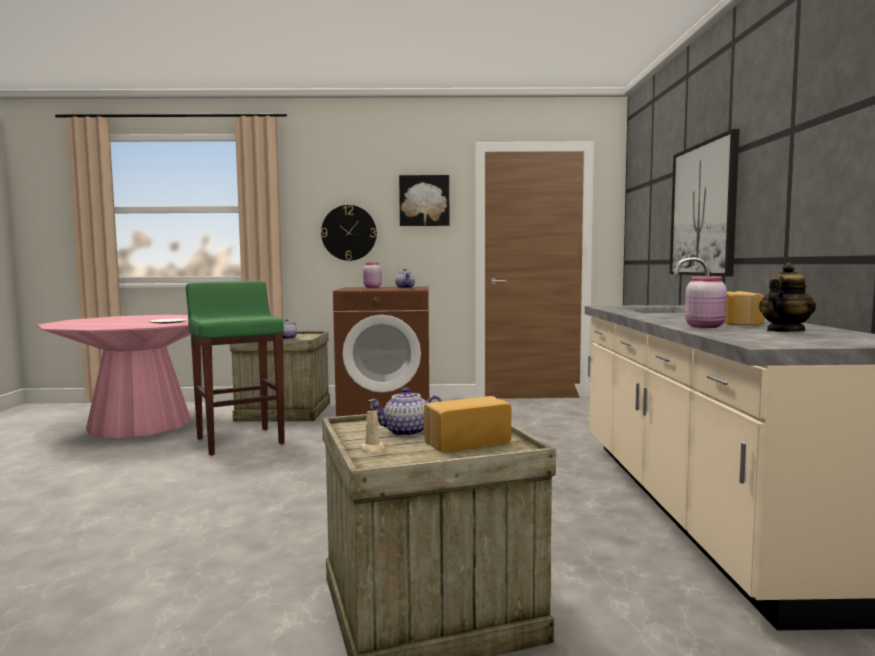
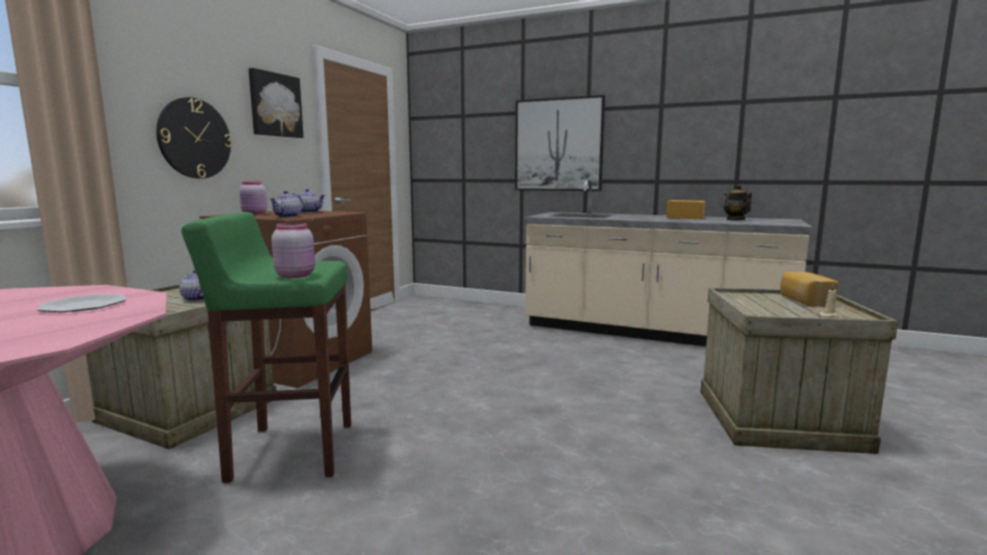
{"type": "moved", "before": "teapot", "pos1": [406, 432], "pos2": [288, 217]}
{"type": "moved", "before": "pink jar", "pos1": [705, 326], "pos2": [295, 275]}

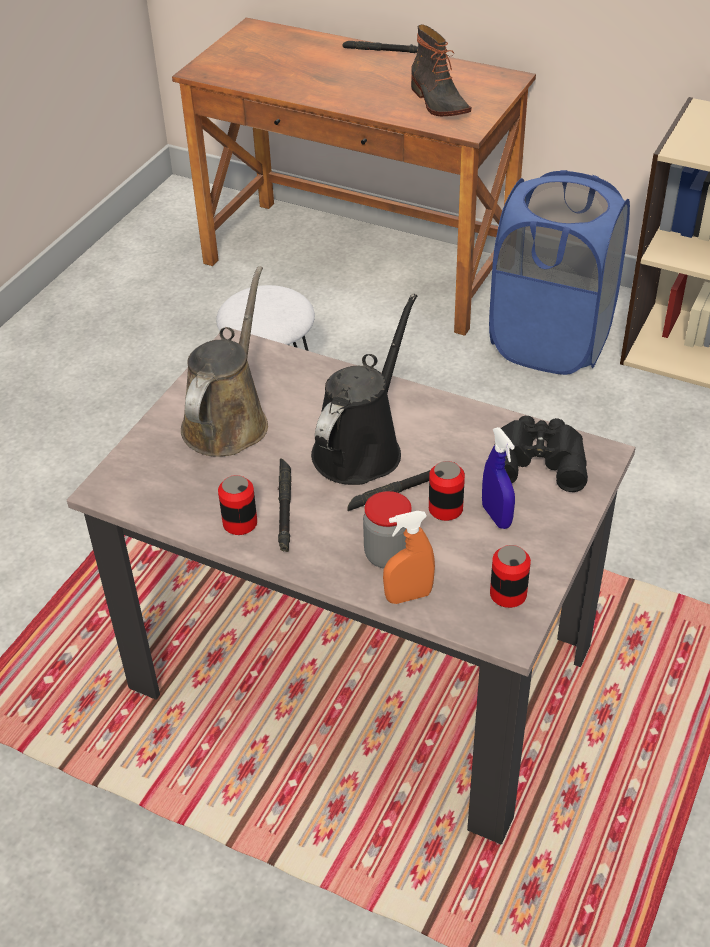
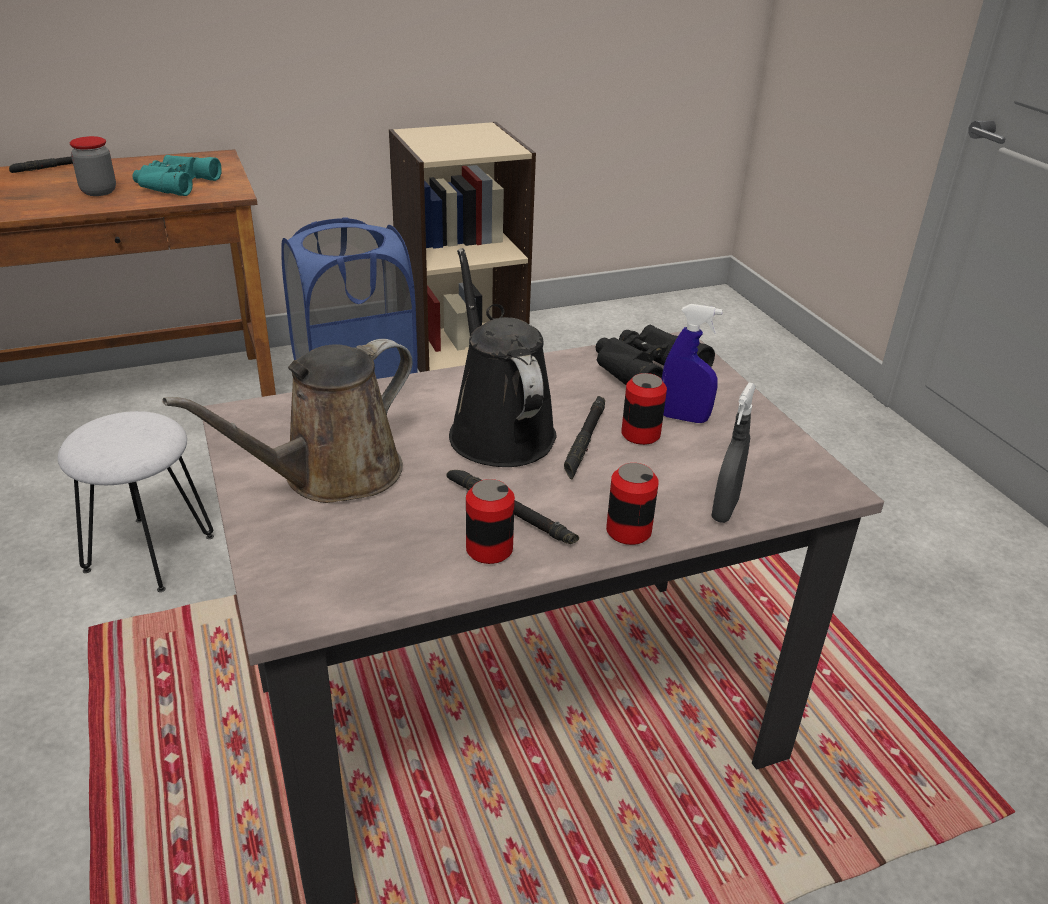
{"type": "moved", "before": "jar", "pos1": [388, 555], "pos2": [99, 191]}
{"type": "moved", "before": "can", "pos1": [508, 594], "pos2": [628, 531]}
{"type": "replaced", "before": "boot", "after": "turquoise binoculars", "pos1": [437, 102], "pos2": [173, 184]}
{"type": "recoloured", "before": "orange spray bottle", "after": "grey spray bottle", "pos1": [408, 596], "pos2": [724, 510]}
{"type": "turned", "before": "brown watering can", "pos1": [228, 420], "pos2": [332, 475], "turn": -105}

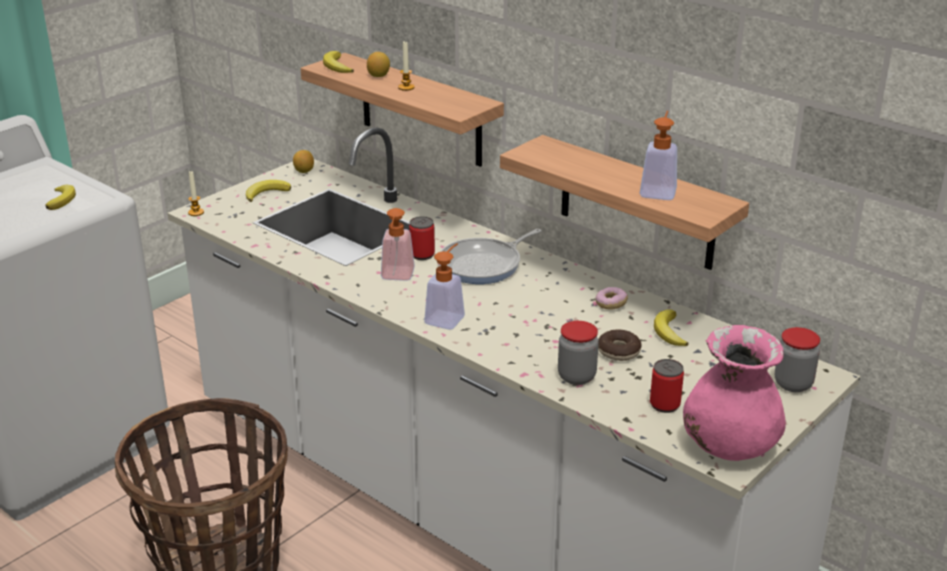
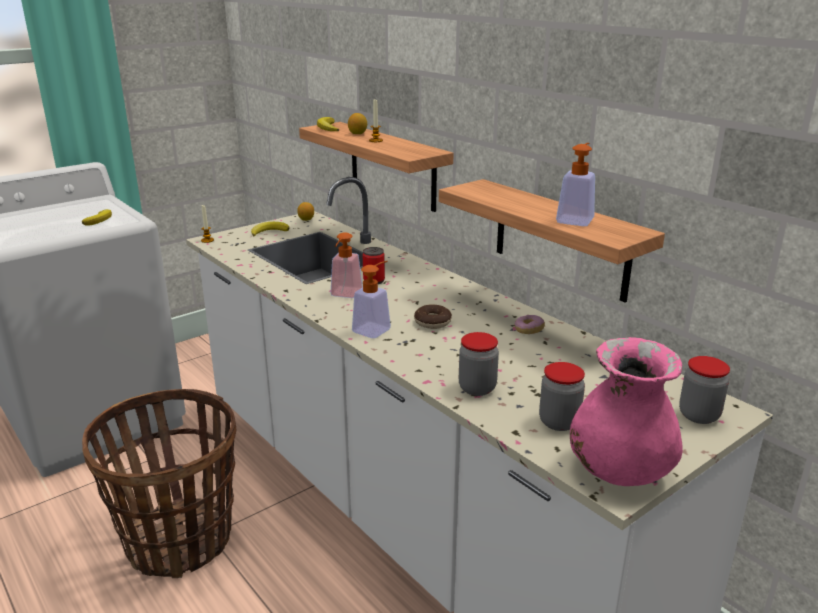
{"type": "removed", "before": "frying pan", "pos1": [484, 265]}
{"type": "removed", "before": "banana", "pos1": [668, 332]}
{"type": "moved", "before": "donut", "pos1": [618, 351], "pos2": [432, 322]}
{"type": "replaced", "before": "can", "after": "jar", "pos1": [664, 404], "pos2": [559, 422]}

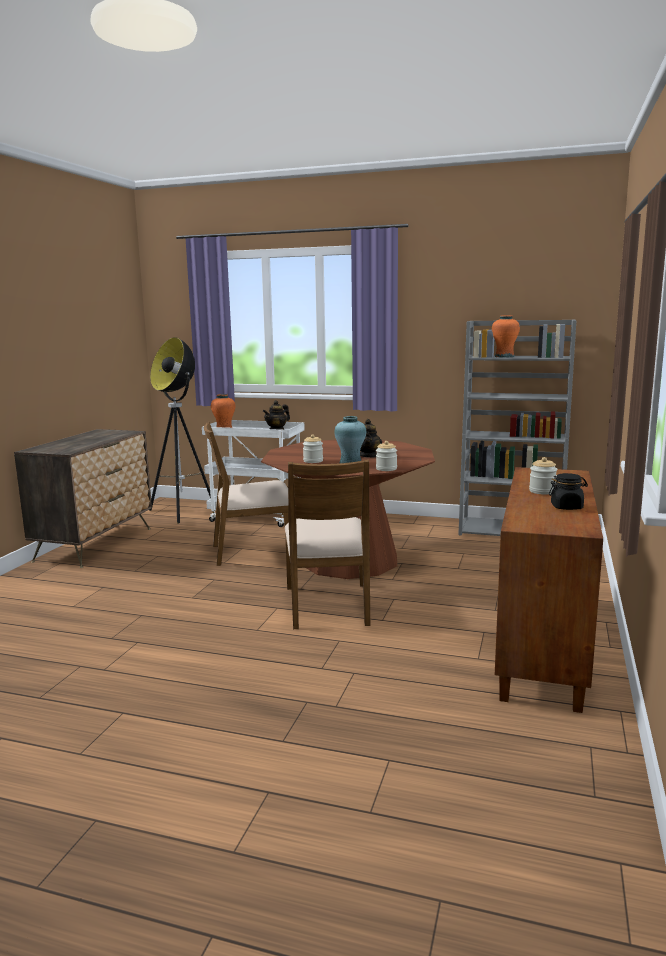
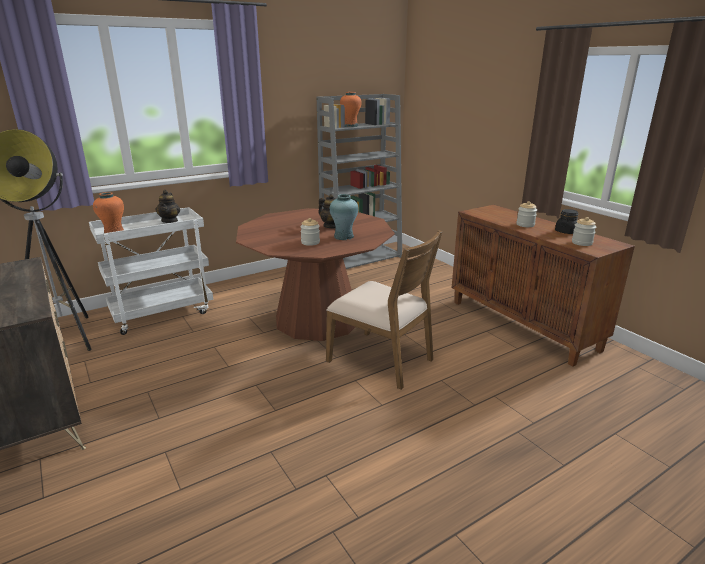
{"type": "removed", "before": "brown chair", "pos1": [254, 551]}
{"type": "moved", "before": "jar", "pos1": [386, 469], "pos2": [582, 243]}

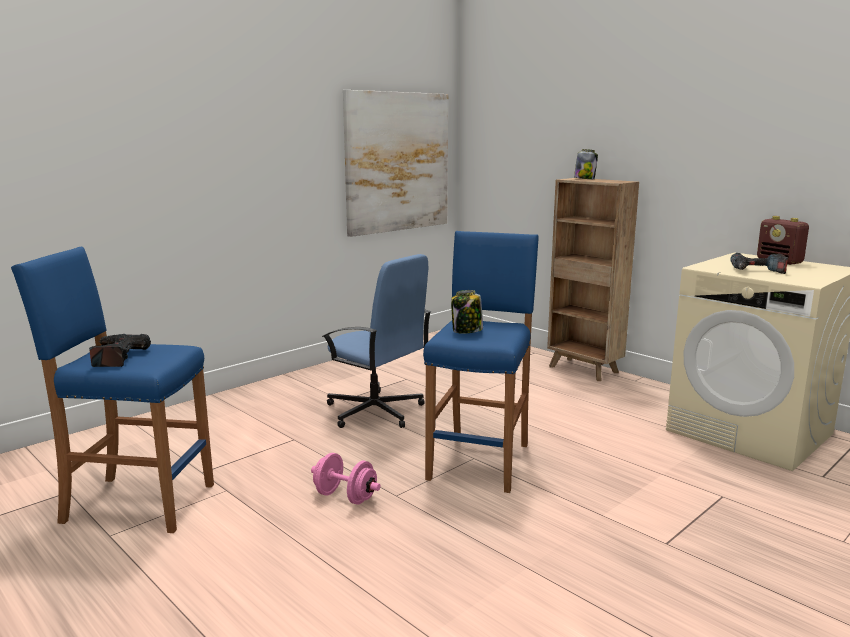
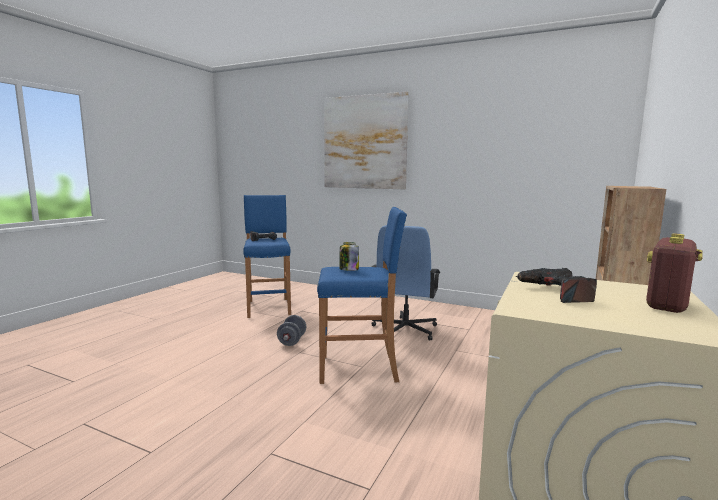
{"type": "removed", "before": "jar", "pos1": [584, 179]}
{"type": "moved", "before": "picture", "pos1": [397, 162], "pos2": [364, 142]}
{"type": "recoloured", "before": "pink dumbbell", "after": "grey dumbbell", "pos1": [345, 497], "pos2": [292, 341]}

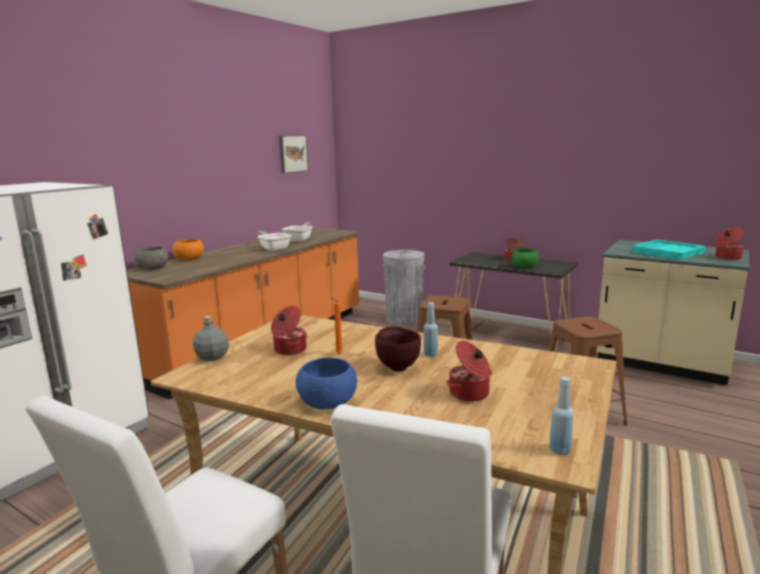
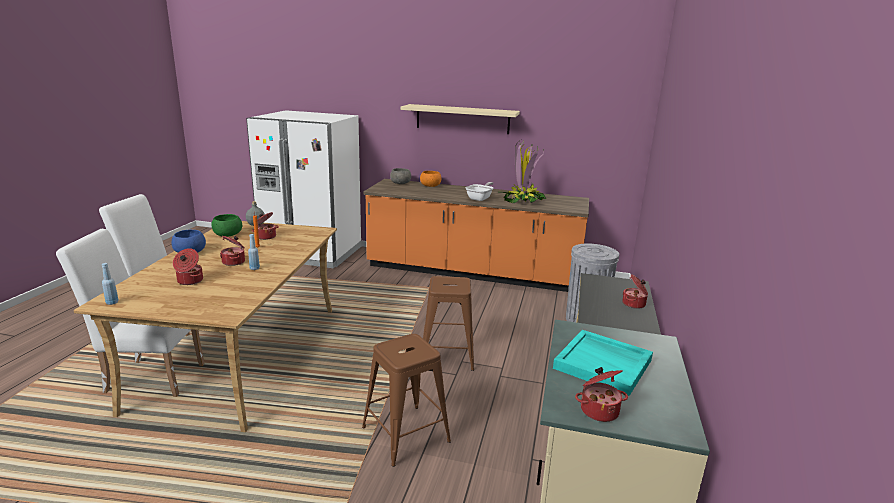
{"type": "removed", "before": "picture", "pos1": [292, 153]}
{"type": "added", "after": "beige shelf", "pos2": [462, 119]}
{"type": "moved", "before": "green bowl", "pos1": [524, 267], "pos2": [227, 234]}
{"type": "replaced", "before": "frying pan", "after": "potted plant", "pos1": [300, 240], "pos2": [523, 201]}
{"type": "replaced", "before": "brown bowl", "after": "cooking pot", "pos1": [397, 367], "pos2": [234, 262]}

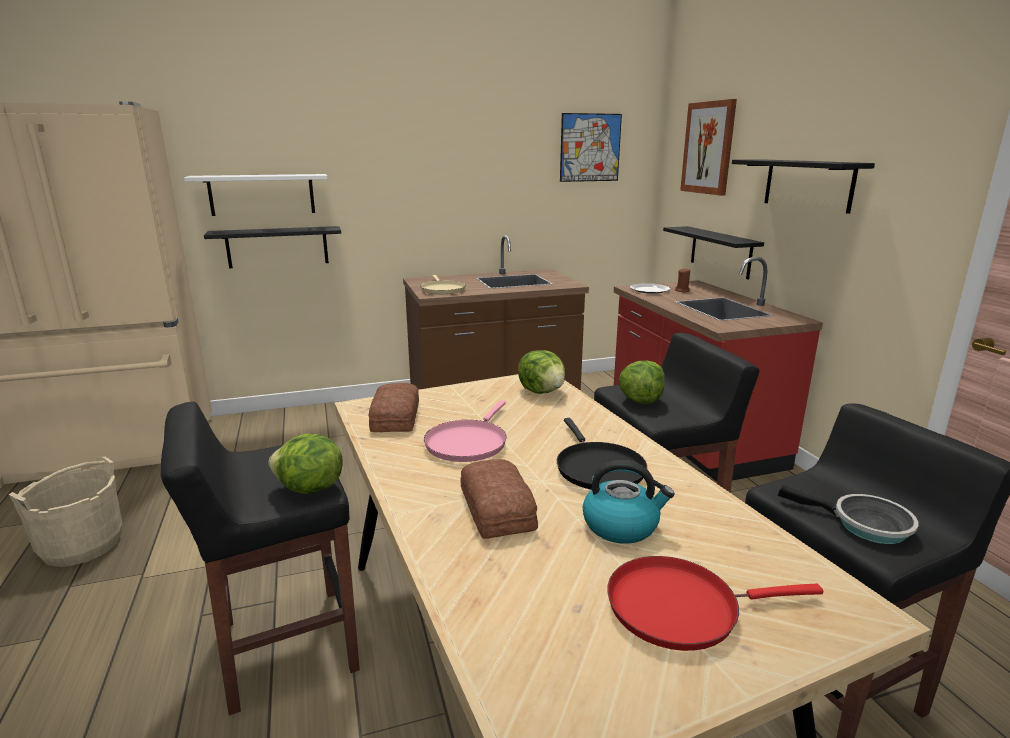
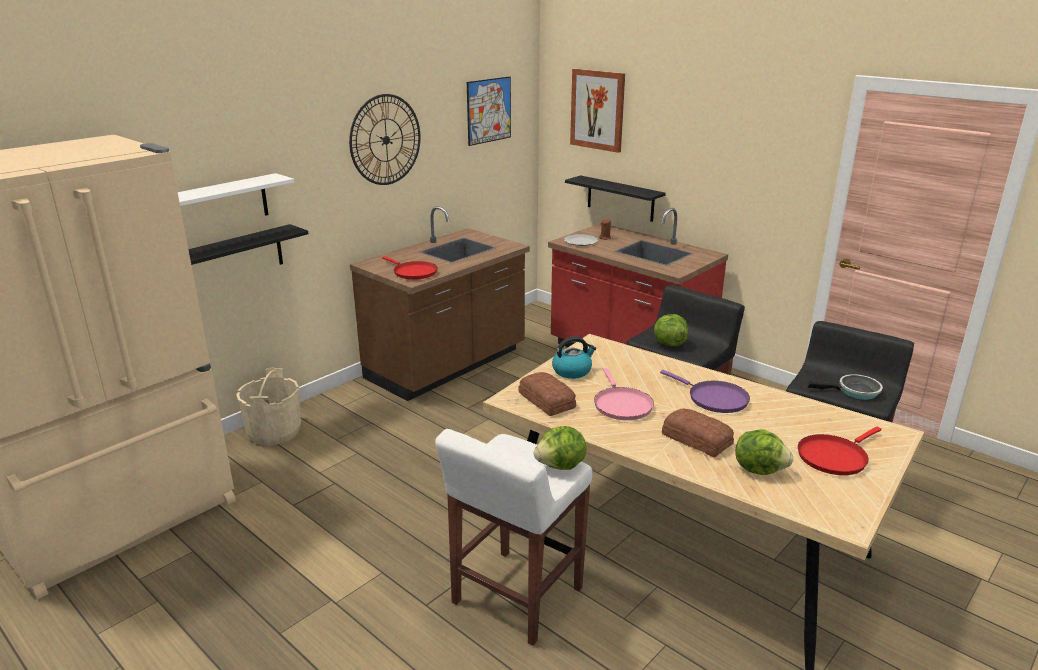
{"type": "removed", "before": "black shelf", "pos1": [808, 184]}
{"type": "added", "after": "wall clock", "pos2": [386, 140]}
{"type": "moved", "before": "beige bucket", "pos1": [82, 545], "pos2": [274, 432]}
{"type": "moved", "before": "lettuce", "pos1": [542, 391], "pos2": [759, 469]}
{"type": "moved", "before": "kettle", "pos1": [621, 525], "pos2": [572, 371]}
{"type": "recoloured", "before": "black stool", "after": "white stool", "pos1": [285, 647], "pos2": [516, 597]}
{"type": "recoloured", "before": "beige frying pan", "after": "red frying pan", "pos1": [442, 289], "pos2": [413, 272]}
{"type": "recoloured", "before": "black frying pan", "after": "purple frying pan", "pos1": [597, 468], "pos2": [714, 399]}

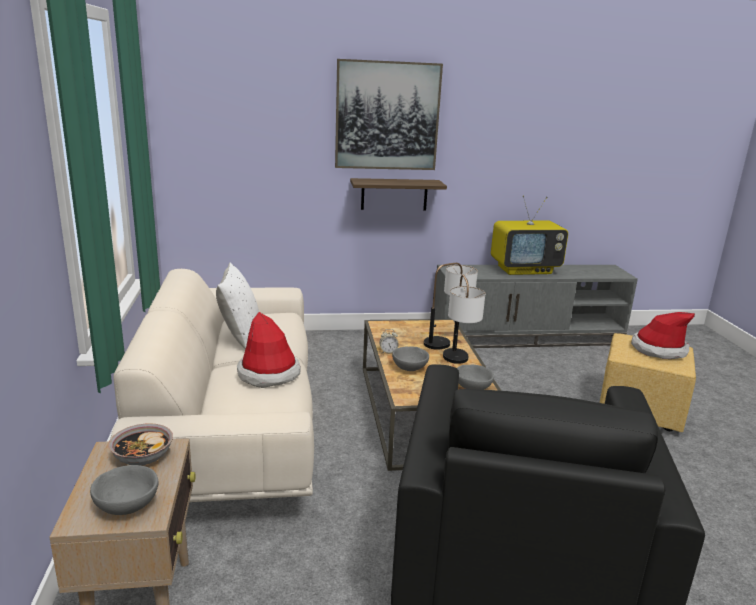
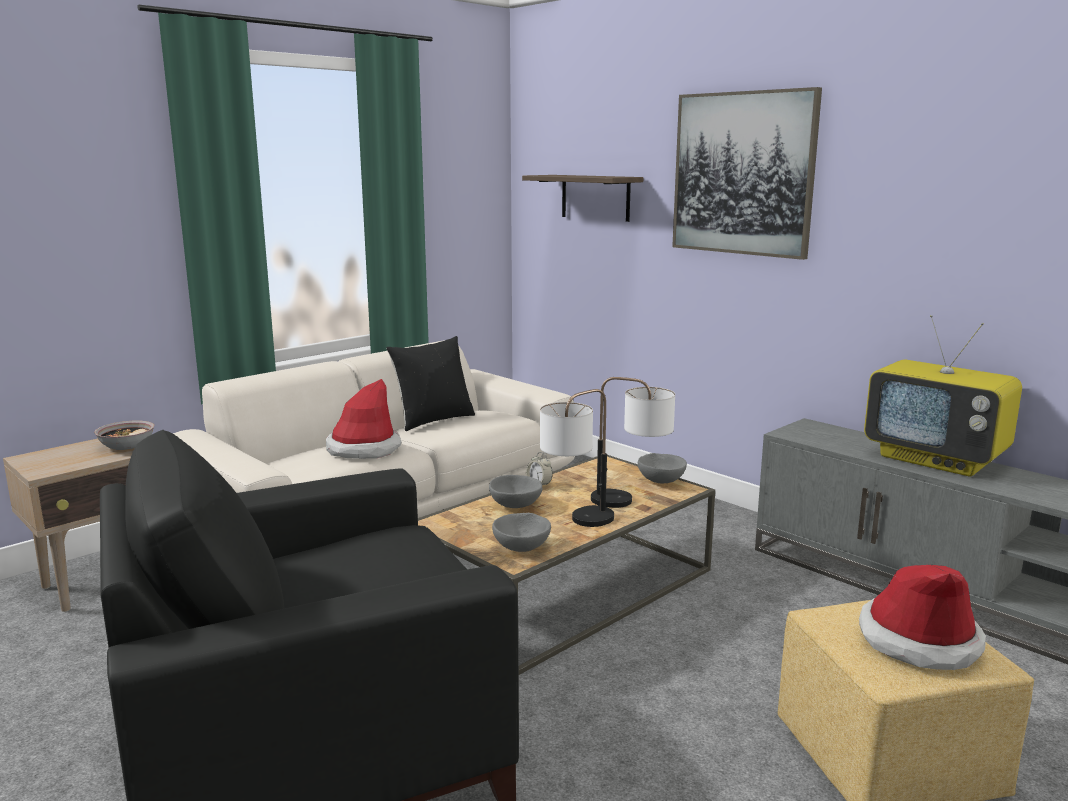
{"type": "moved", "before": "grey bowl", "pos1": [127, 505], "pos2": [661, 481]}
{"type": "moved", "before": "shelf", "pos1": [394, 194], "pos2": [595, 197]}
{"type": "recoloured", "before": "white pillow", "after": "black pillow", "pos1": [239, 336], "pos2": [433, 420]}

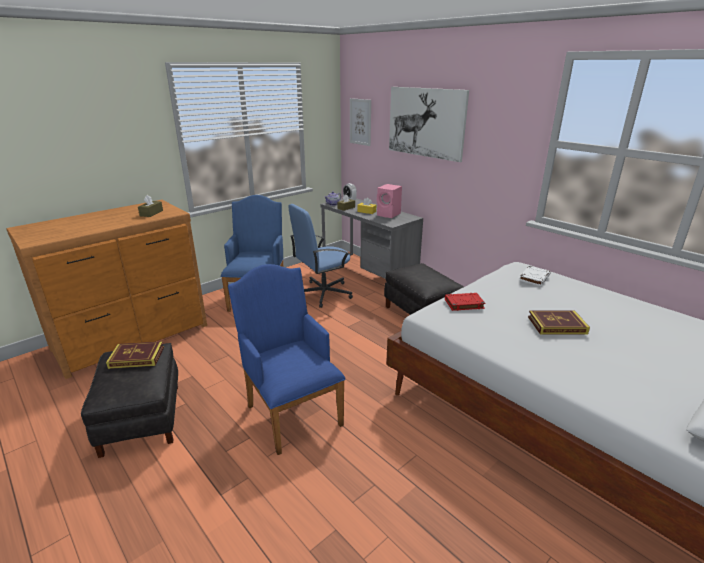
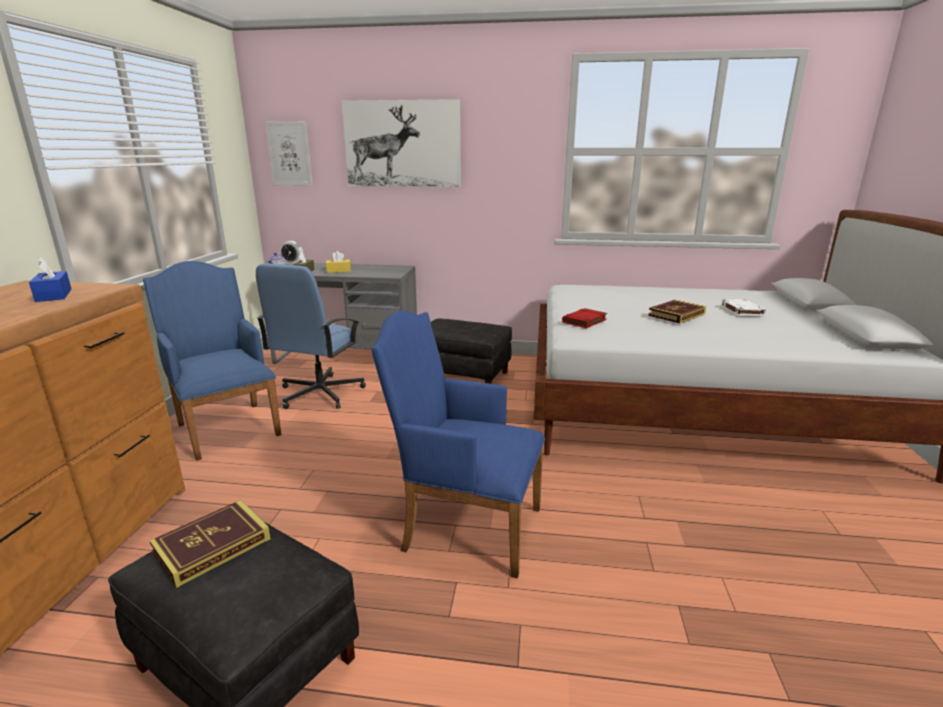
{"type": "removed", "before": "pink speaker", "pos1": [389, 214]}
{"type": "moved", "before": "white book", "pos1": [534, 278], "pos2": [741, 310]}
{"type": "recoloured", "before": "brown tissue box", "after": "blue tissue box", "pos1": [151, 213], "pos2": [54, 295]}

